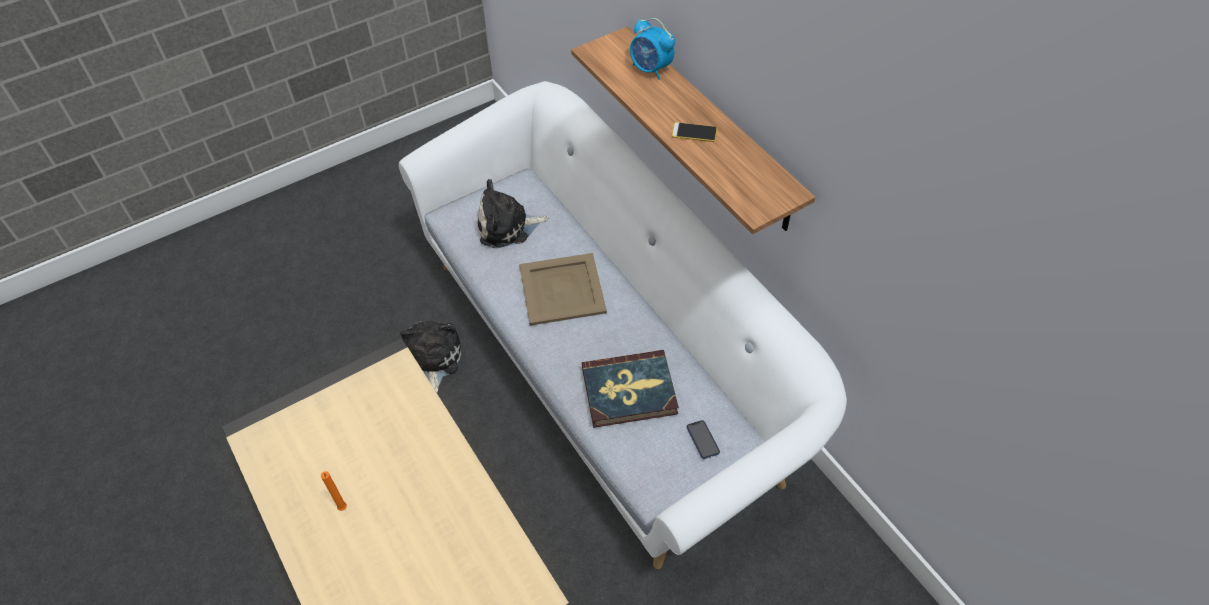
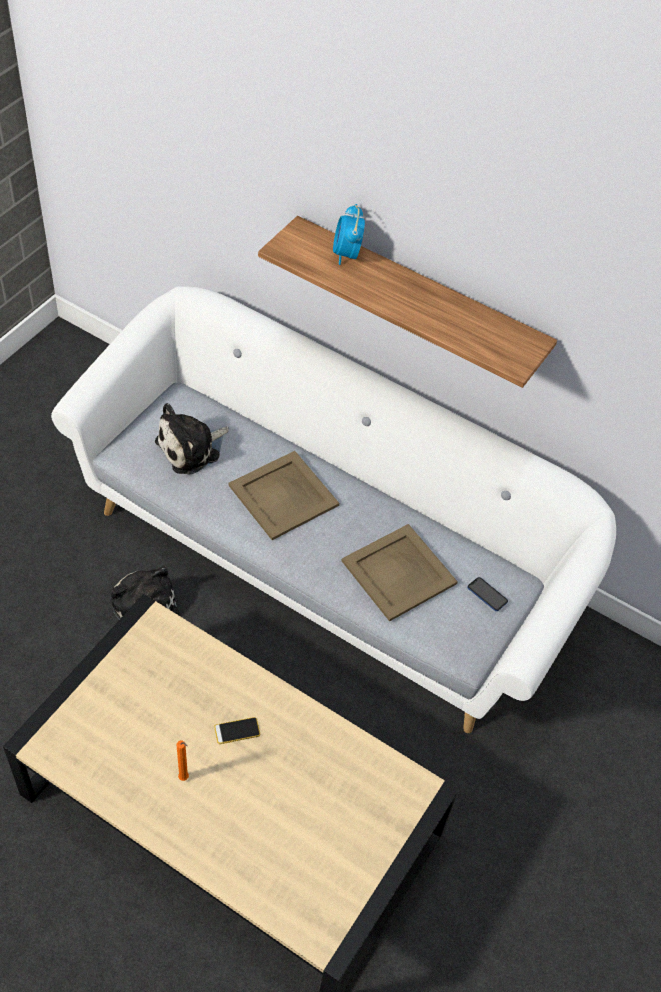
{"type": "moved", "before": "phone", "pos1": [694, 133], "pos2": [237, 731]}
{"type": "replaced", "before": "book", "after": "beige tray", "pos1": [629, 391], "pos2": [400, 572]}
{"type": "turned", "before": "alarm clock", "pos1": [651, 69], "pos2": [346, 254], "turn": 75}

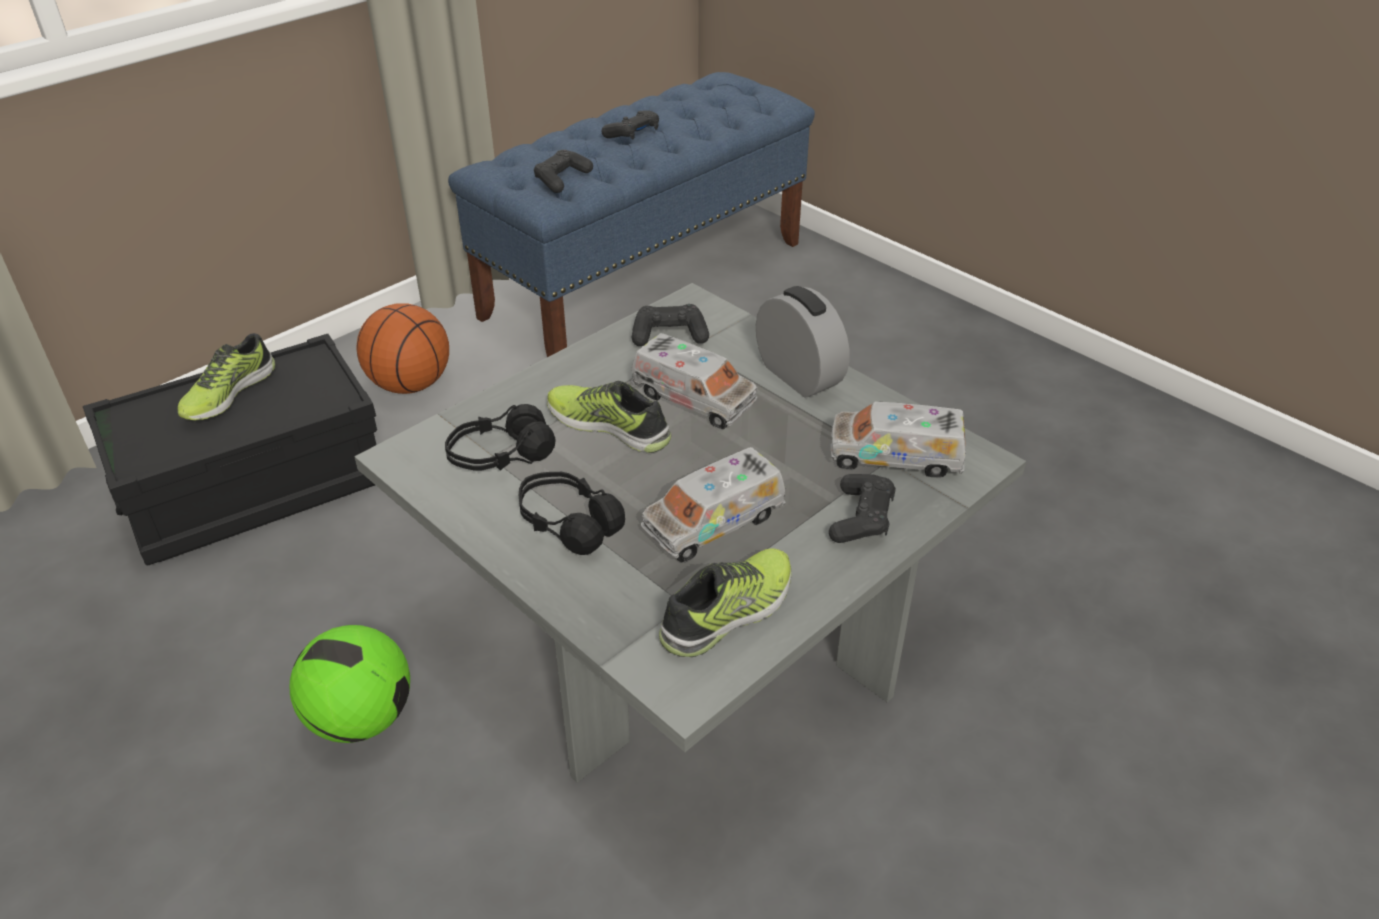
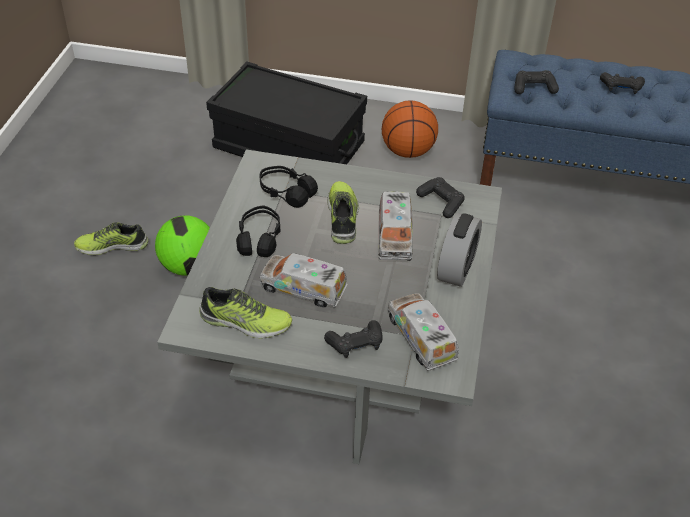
{"type": "moved", "before": "shoe", "pos1": [227, 393], "pos2": [112, 245]}

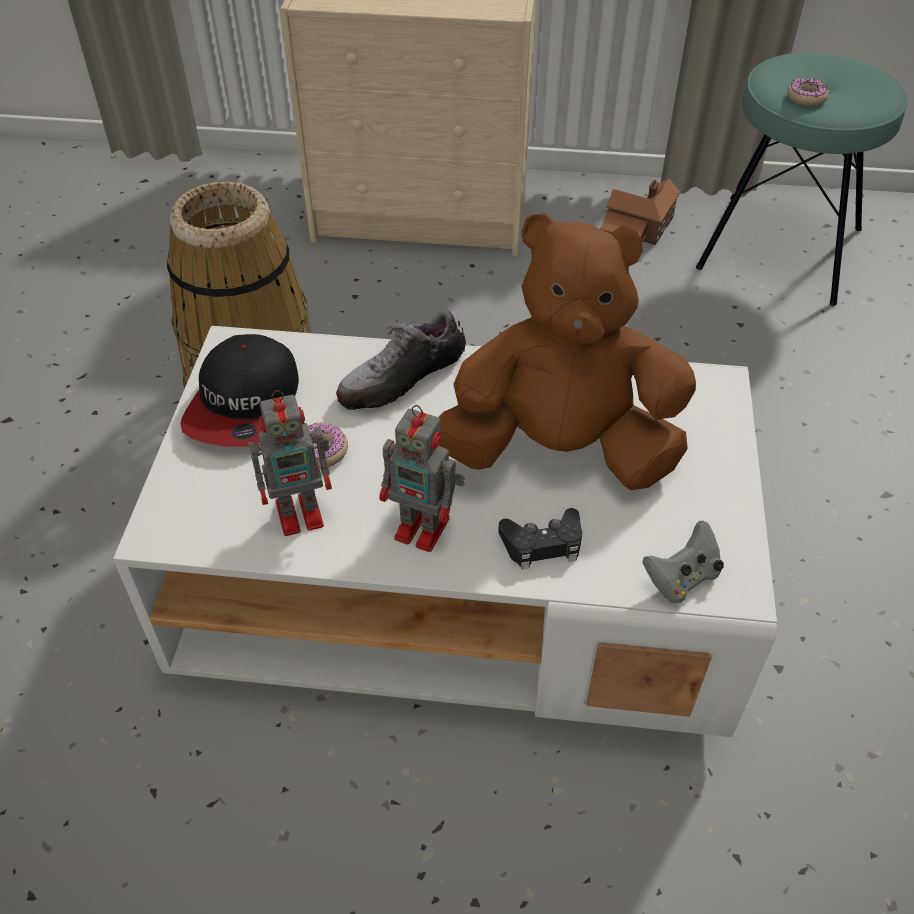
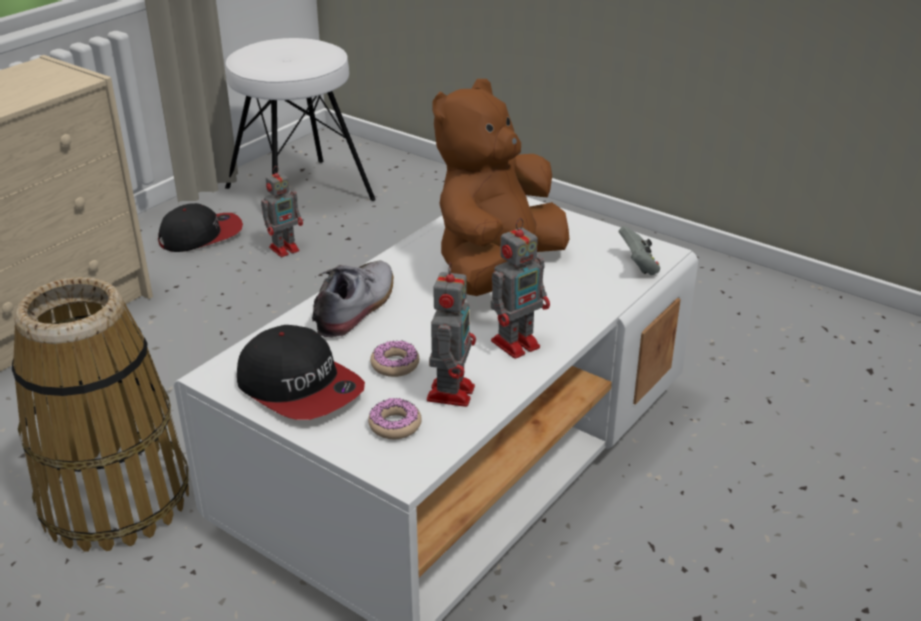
{"type": "removed", "before": "black game controller", "pos1": [542, 544]}
{"type": "added", "after": "toy robot", "pos2": [285, 248]}
{"type": "moved", "before": "donut", "pos1": [806, 98], "pos2": [395, 425]}
{"type": "replaced", "before": "toy house", "after": "cap", "pos1": [637, 229], "pos2": [201, 235]}
{"type": "recoloured", "before": "turquoise stool", "after": "white stool", "pos1": [780, 248], "pos2": [299, 194]}
{"type": "turned", "before": "shoe", "pos1": [401, 378], "pos2": [356, 307], "turn": -150}

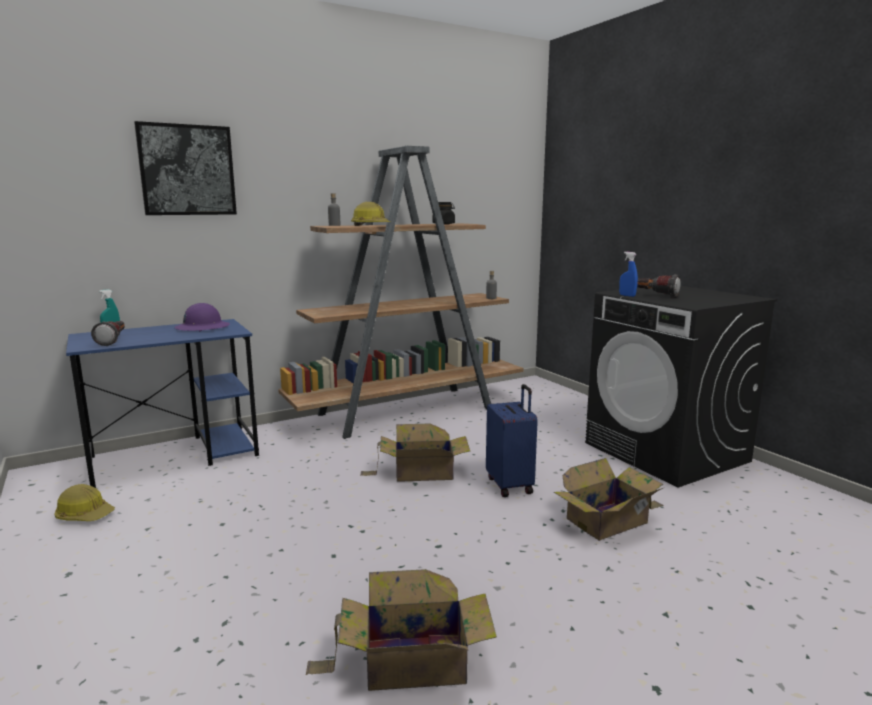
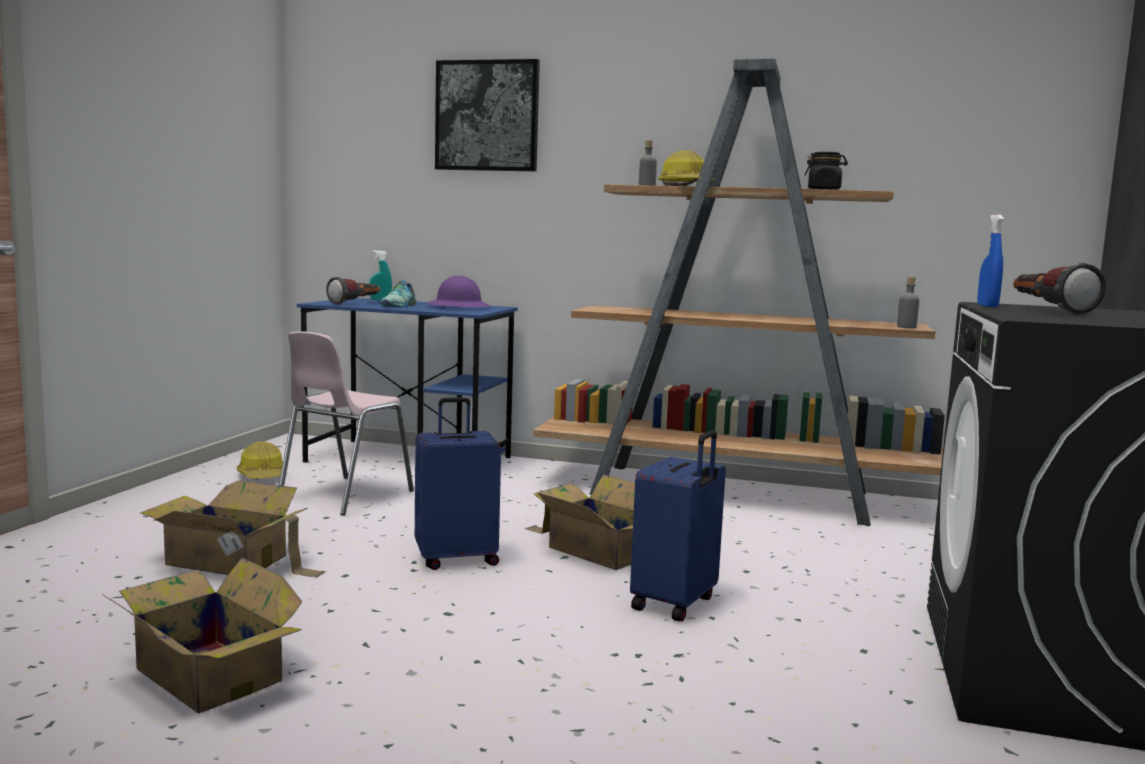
{"type": "added", "after": "pink chair", "pos2": [343, 496]}
{"type": "added", "after": "shoe", "pos2": [400, 306]}
{"type": "added", "after": "blue suitcase", "pos2": [456, 559]}
{"type": "moved", "before": "cardboard box", "pos1": [610, 521], "pos2": [230, 562]}

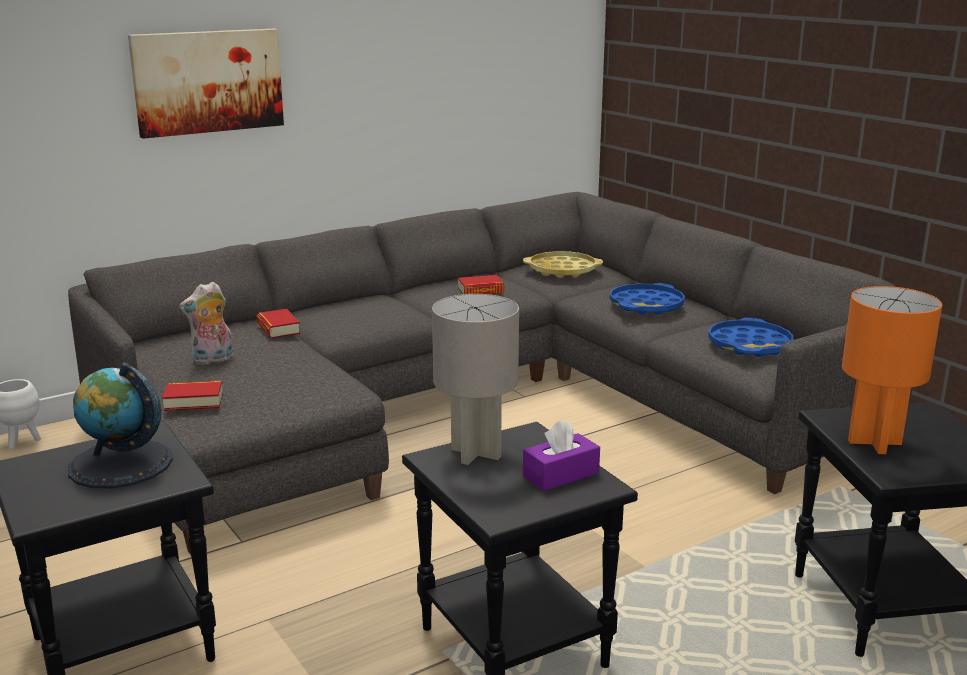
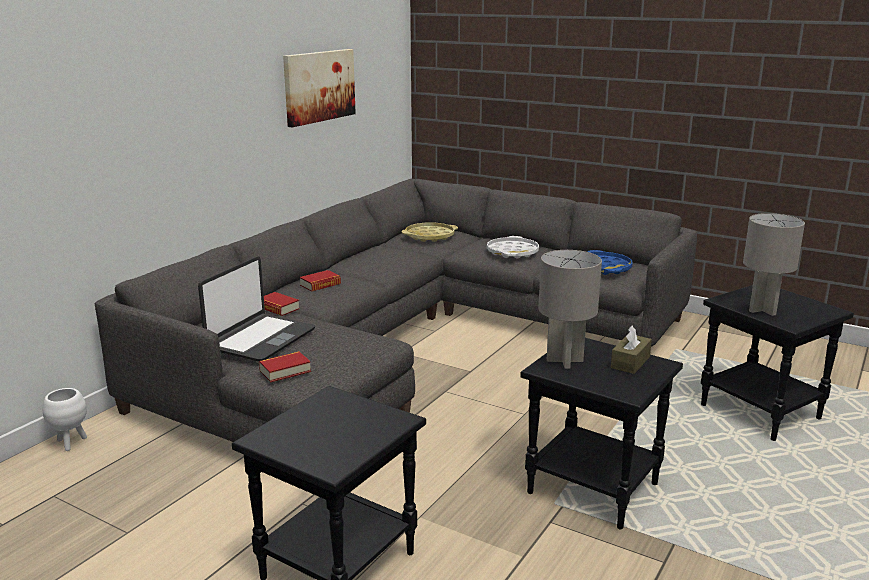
{"type": "removed", "before": "globe", "pos1": [120, 464]}
{"type": "moved", "before": "picture", "pos1": [208, 81], "pos2": [319, 86]}
{"type": "moved", "before": "book", "pos1": [480, 291], "pos2": [320, 285]}
{"type": "replaced", "before": "plush toy", "after": "laptop", "pos1": [212, 360], "pos2": [260, 339]}
{"type": "recoloured", "before": "purple tissue box", "after": "brown tissue box", "pos1": [561, 474], "pos2": [630, 362]}
{"type": "recoloured", "before": "blue tray", "after": "white tray", "pos1": [646, 305], "pos2": [512, 252]}
{"type": "recoloured", "before": "orange table lamp", "after": "grey table lamp", "pos1": [875, 442], "pos2": [762, 309]}

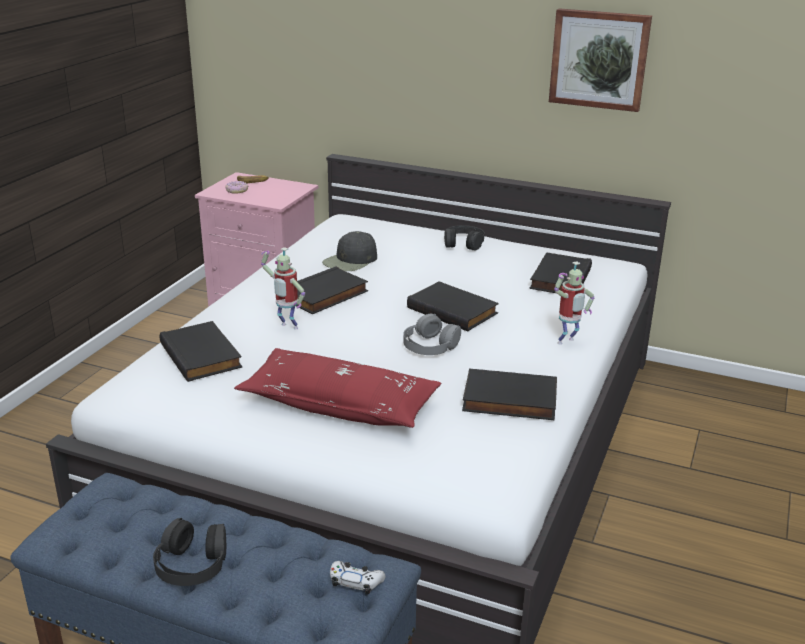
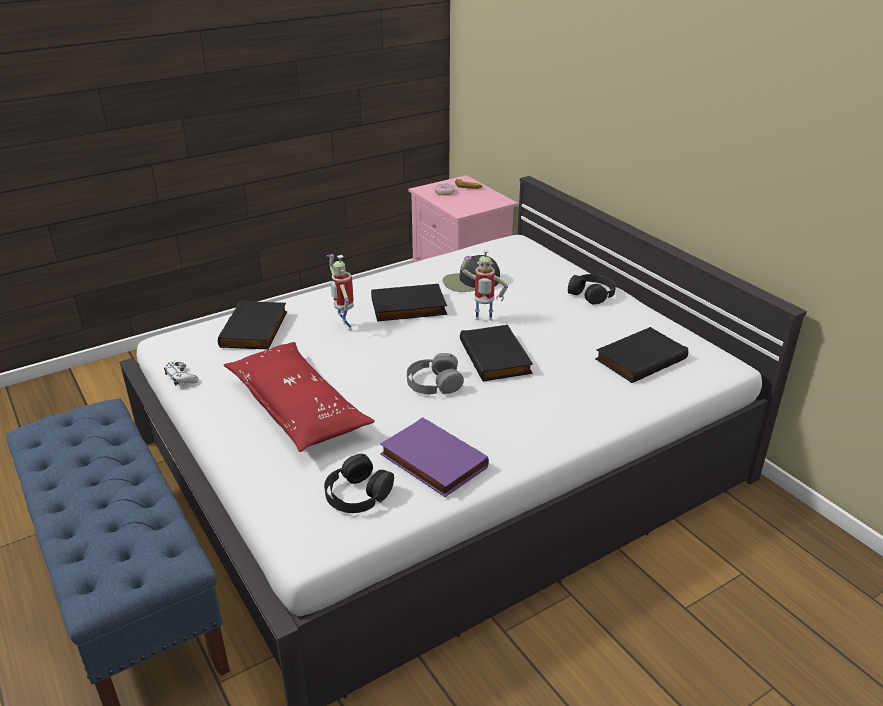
{"type": "removed", "before": "picture", "pos1": [599, 59]}
{"type": "moved", "before": "black headphones", "pos1": [192, 563], "pos2": [357, 494]}
{"type": "moved", "before": "white game controller", "pos1": [356, 581], "pos2": [181, 377]}
{"type": "moved", "before": "toy robot", "pos1": [567, 342], "pos2": [483, 320]}
{"type": "recoloured", "before": "black book", "after": "purple book", "pos1": [509, 401], "pos2": [431, 462]}

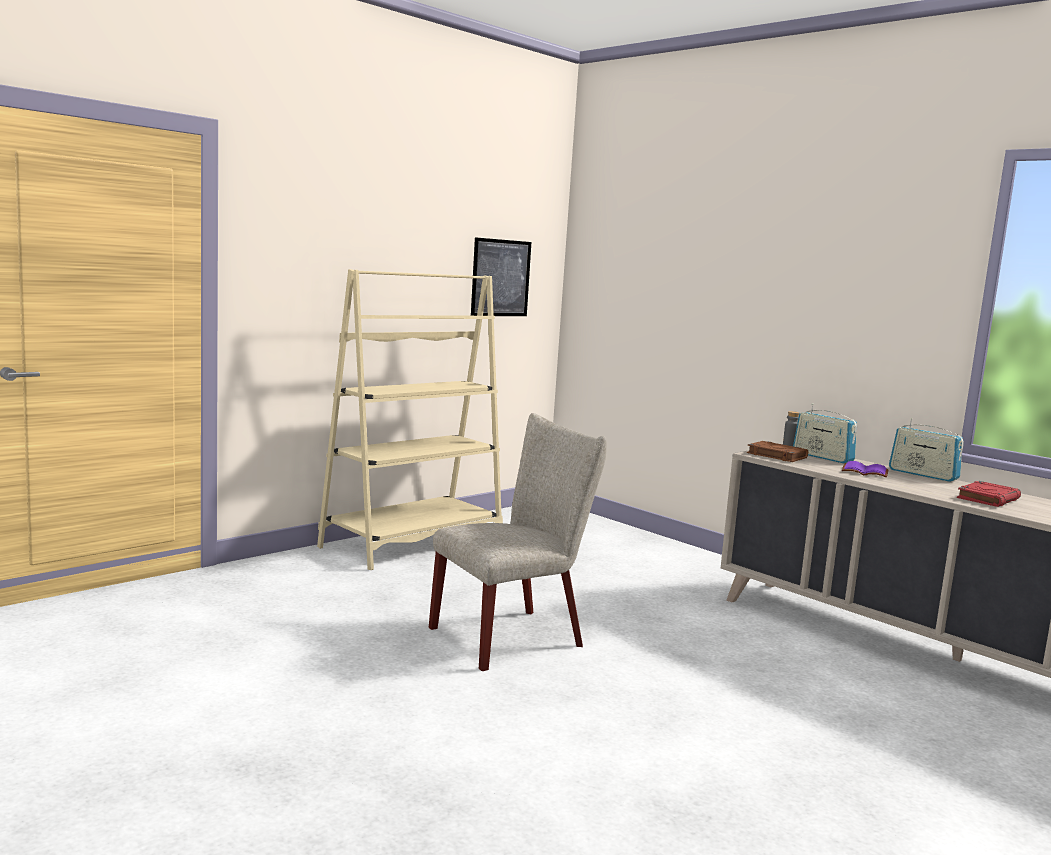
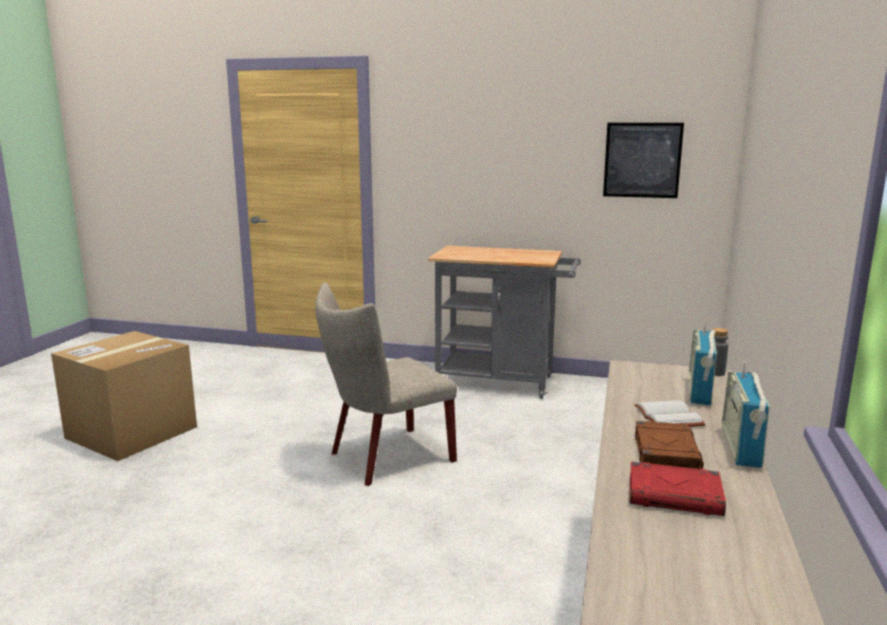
{"type": "added", "after": "cardboard box", "pos2": [131, 432]}
{"type": "moved", "before": "brown book", "pos1": [776, 455], "pos2": [665, 451]}
{"type": "replaced", "before": "beige bookcase", "after": "grey cart", "pos1": [413, 544], "pos2": [503, 382]}
{"type": "recoloured", "before": "purple book", "after": "white book", "pos1": [865, 471], "pos2": [670, 417]}
{"type": "turned", "before": "beige chair", "pos1": [515, 636], "pos2": [384, 458], "turn": 120}

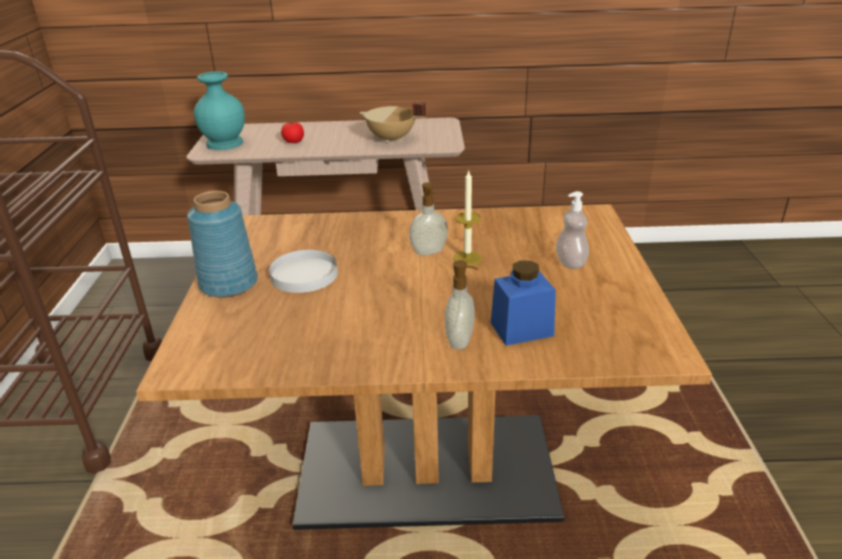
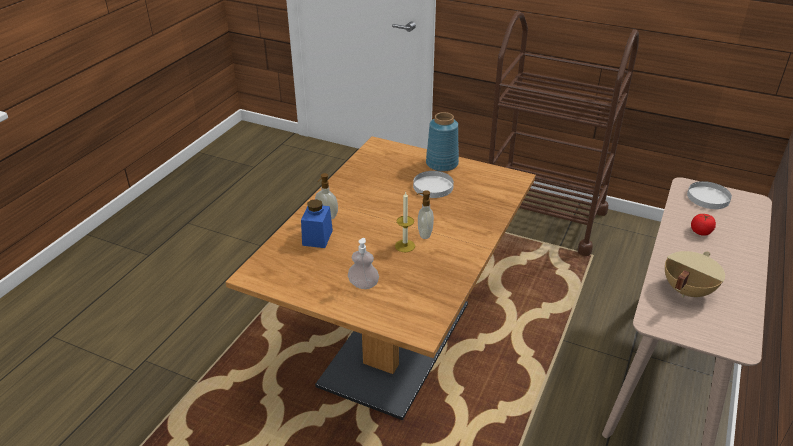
{"type": "replaced", "before": "turquoise vase", "after": "white plate", "pos1": [226, 143], "pos2": [708, 197]}

